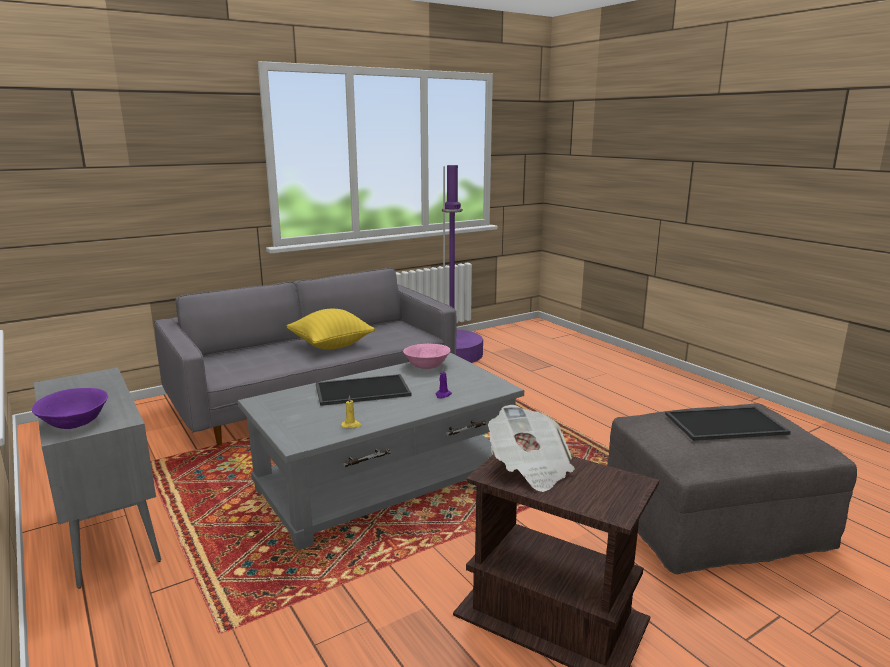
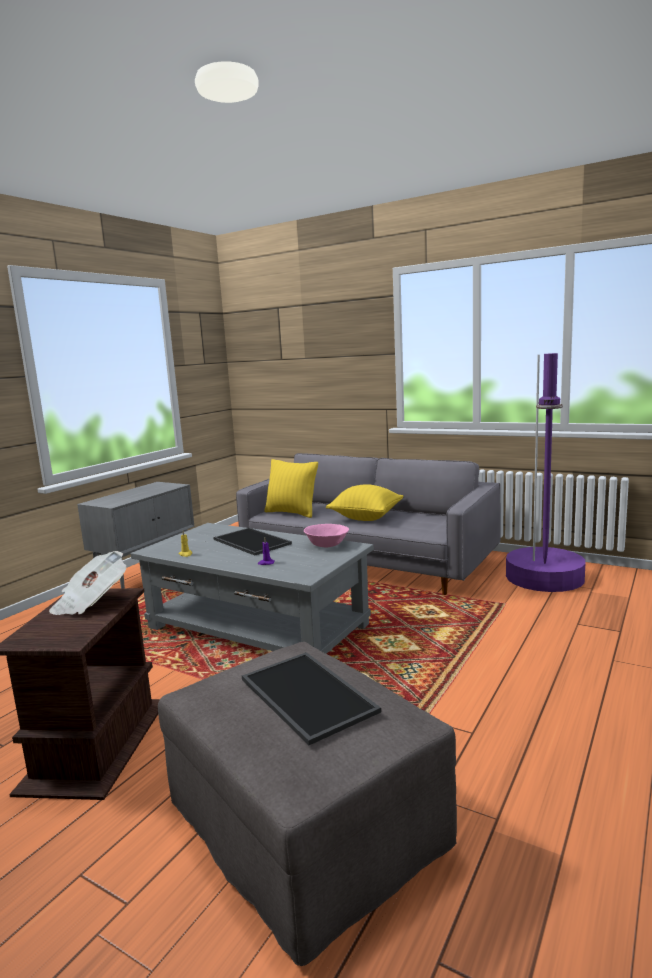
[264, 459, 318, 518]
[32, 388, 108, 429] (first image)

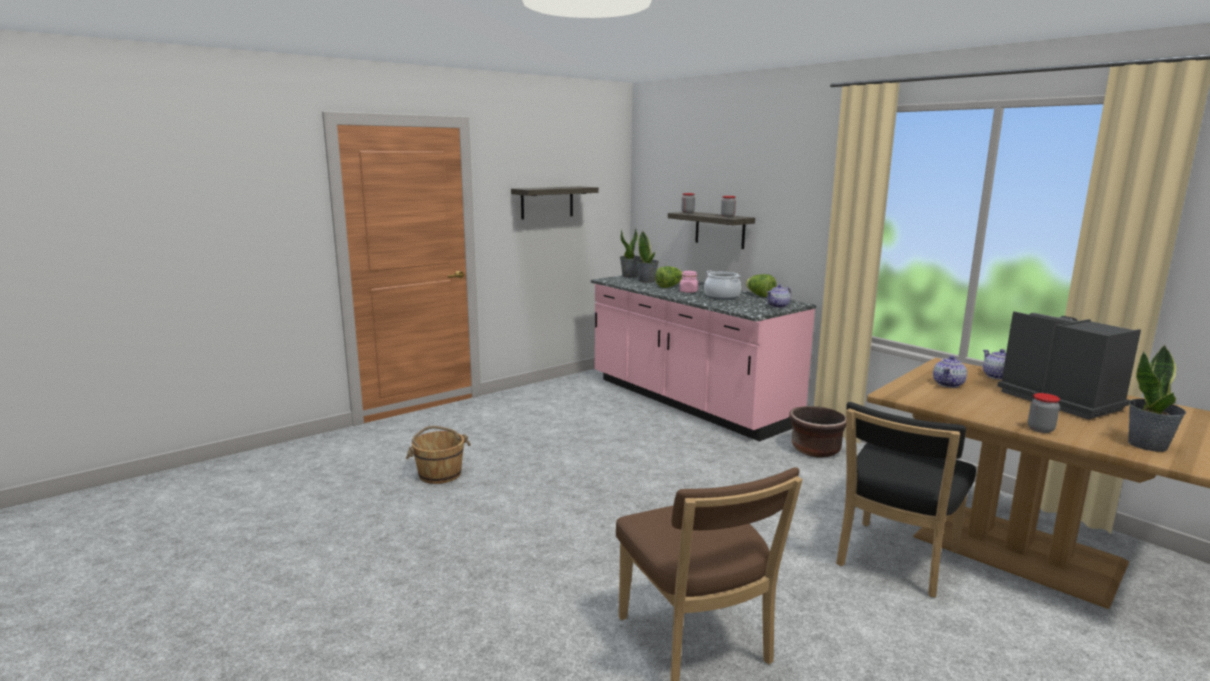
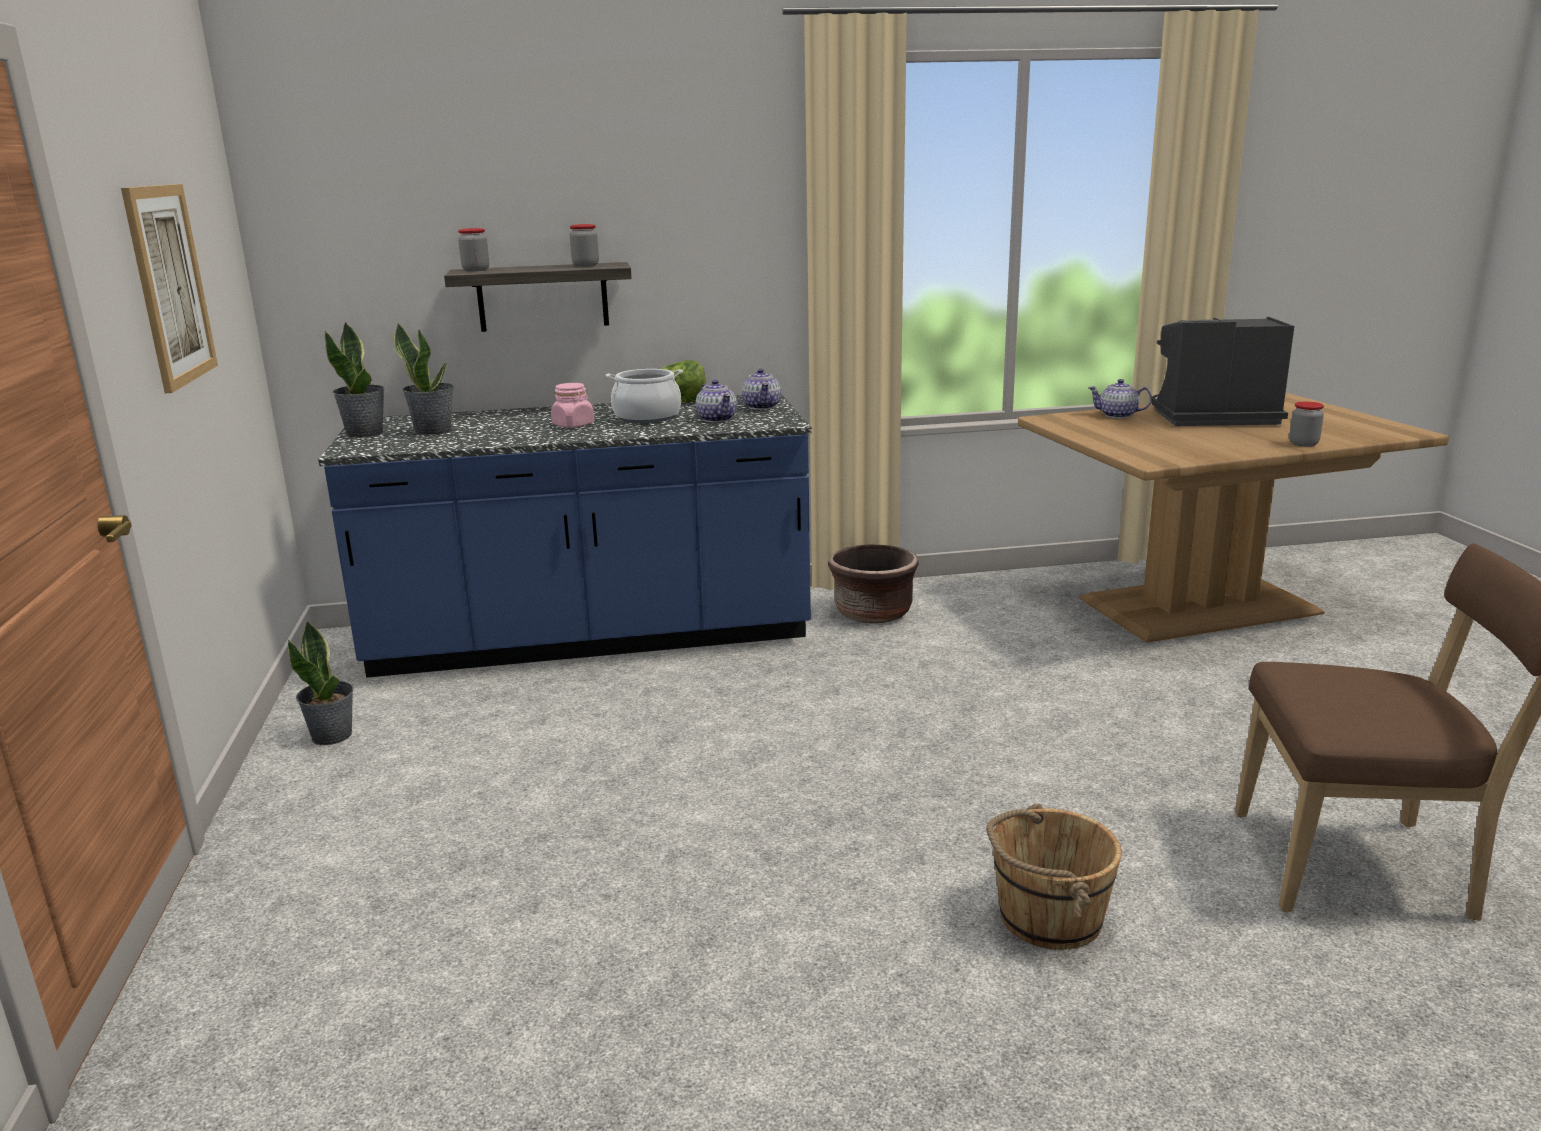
[121, 184, 218, 393]
[288, 620, 353, 745]
[318, 394, 812, 678]
[696, 380, 737, 423]
[986, 804, 1122, 950]
[655, 266, 683, 288] (first image)
[836, 402, 976, 598] (first image)

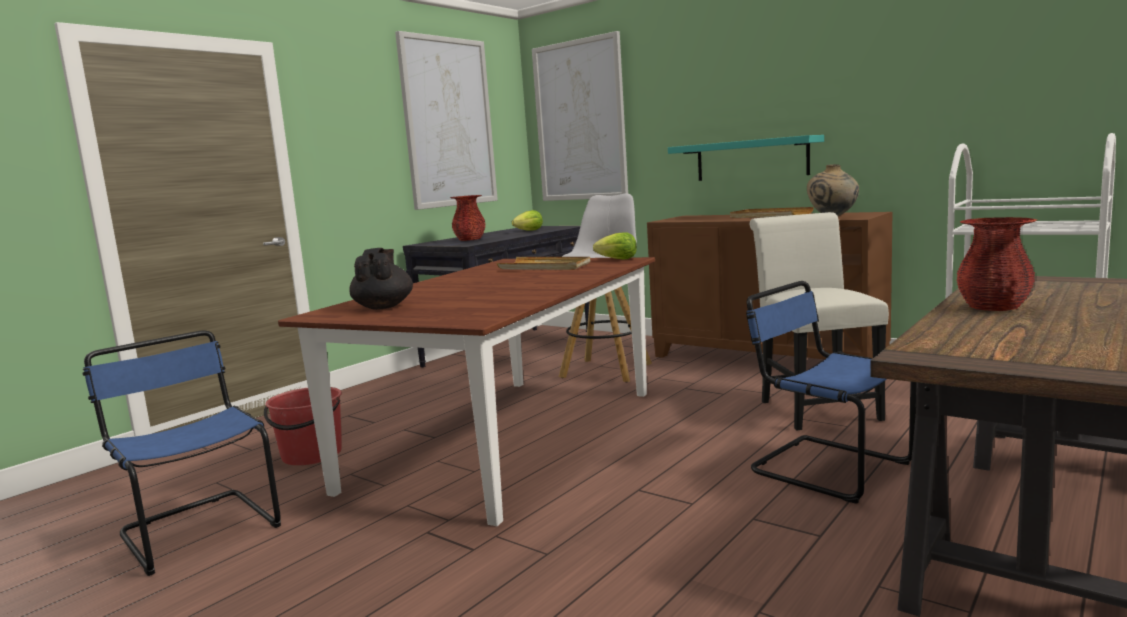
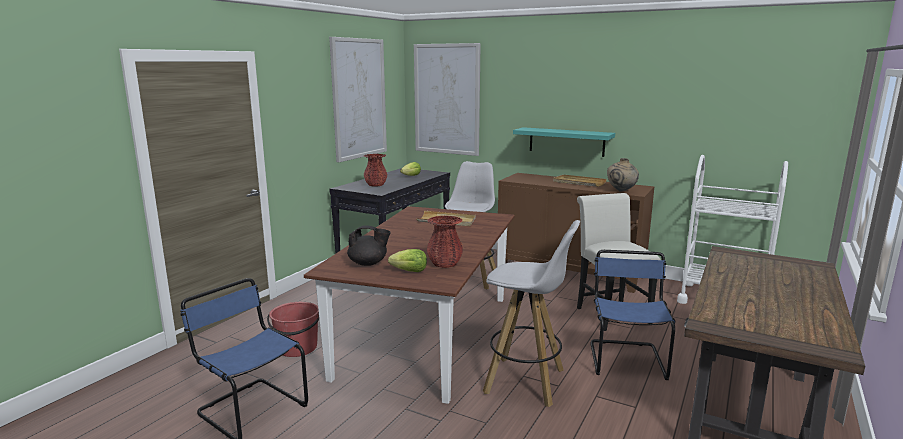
[347, 225, 391, 266]
[388, 249, 427, 272]
[427, 216, 463, 268]
[483, 220, 580, 407]
[590, 250, 675, 380]

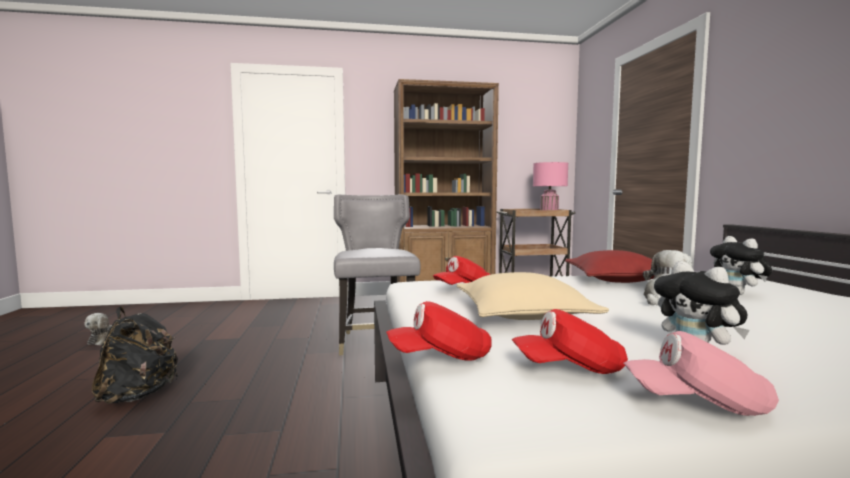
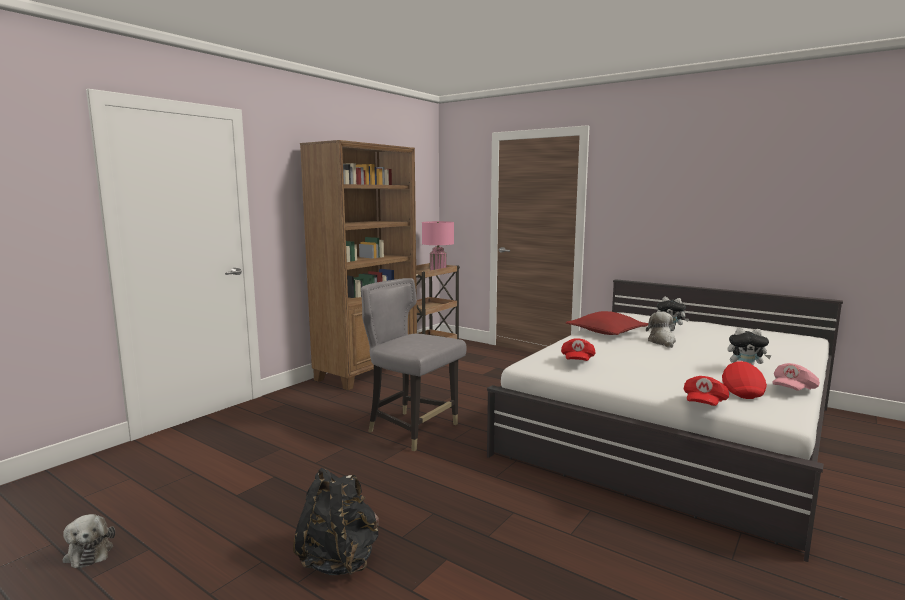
[722, 361, 767, 399]
[456, 272, 609, 320] (first image)

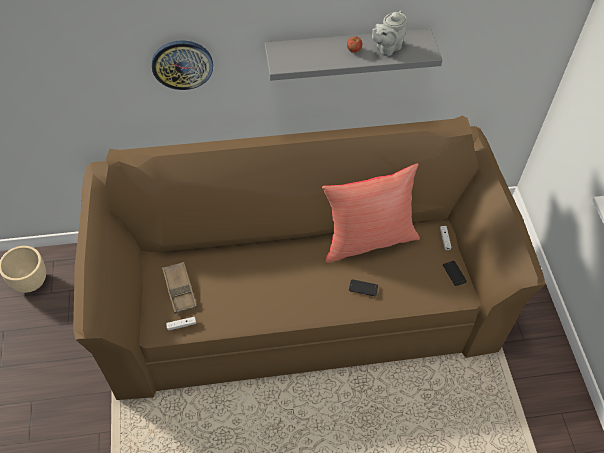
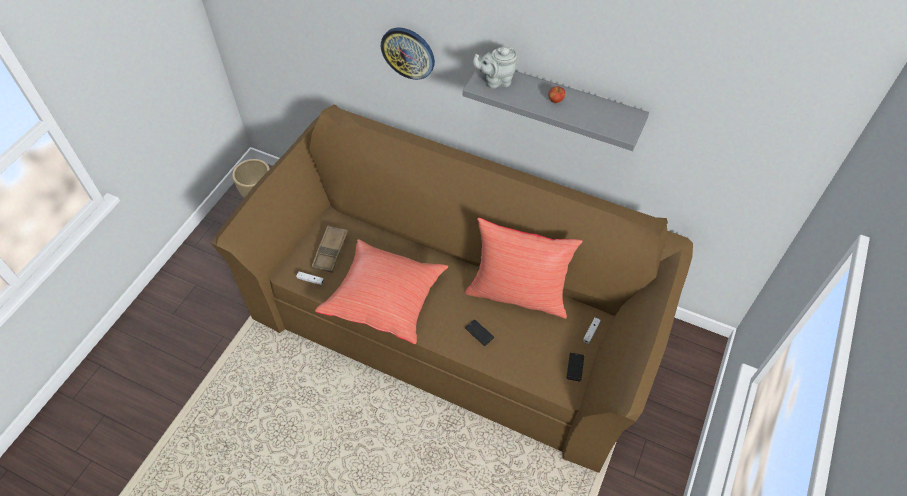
[315, 239, 448, 344]
[473, 46, 517, 88]

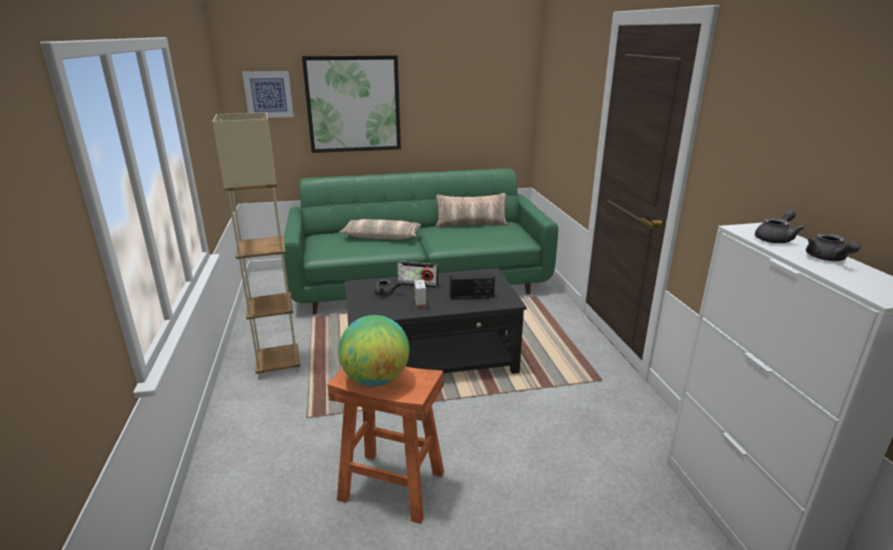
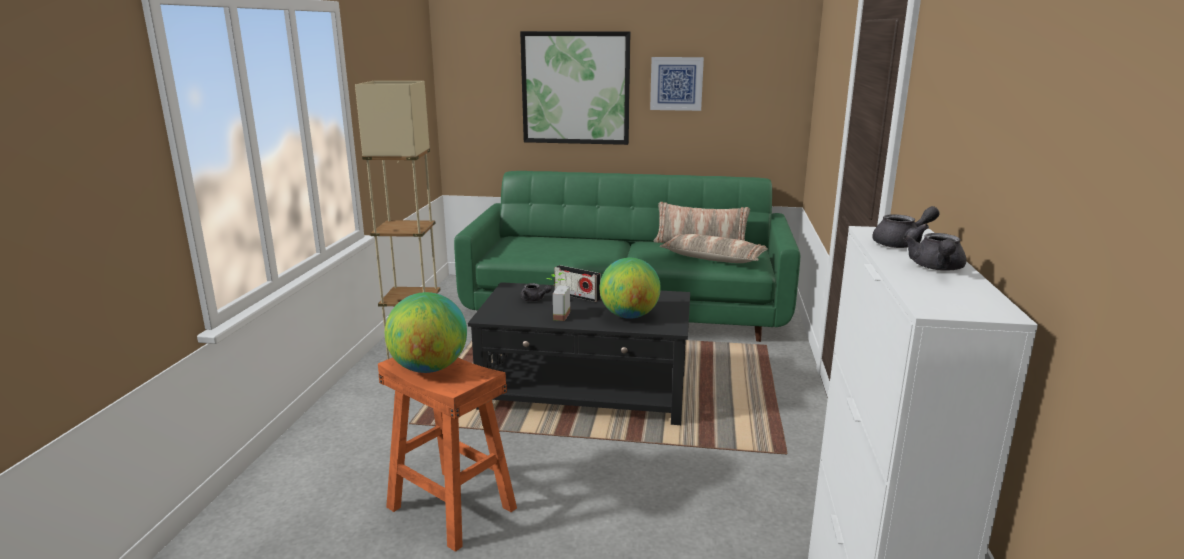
[600, 258, 661, 319]
[650, 57, 704, 111]
[660, 234, 768, 263]

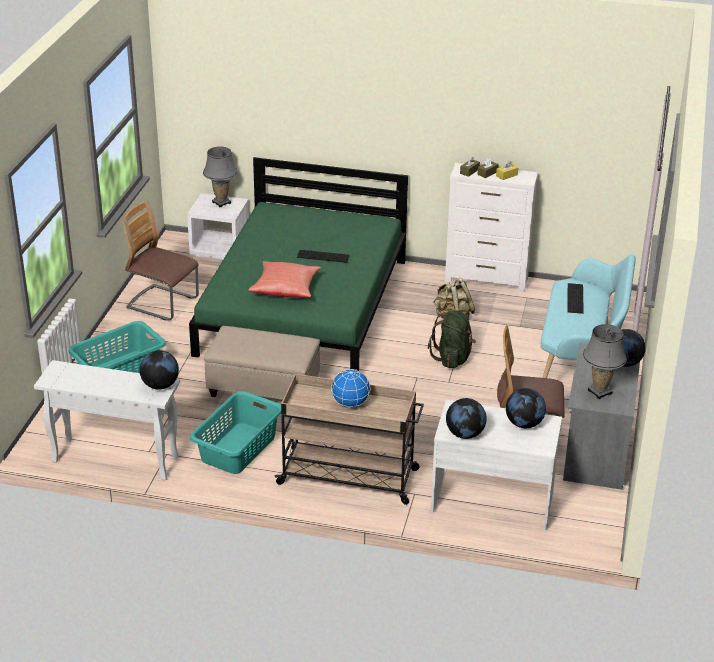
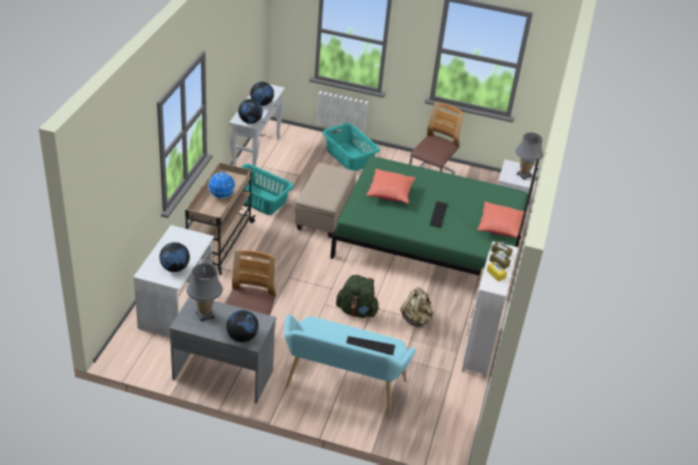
[250, 82, 274, 106]
[477, 201, 527, 240]

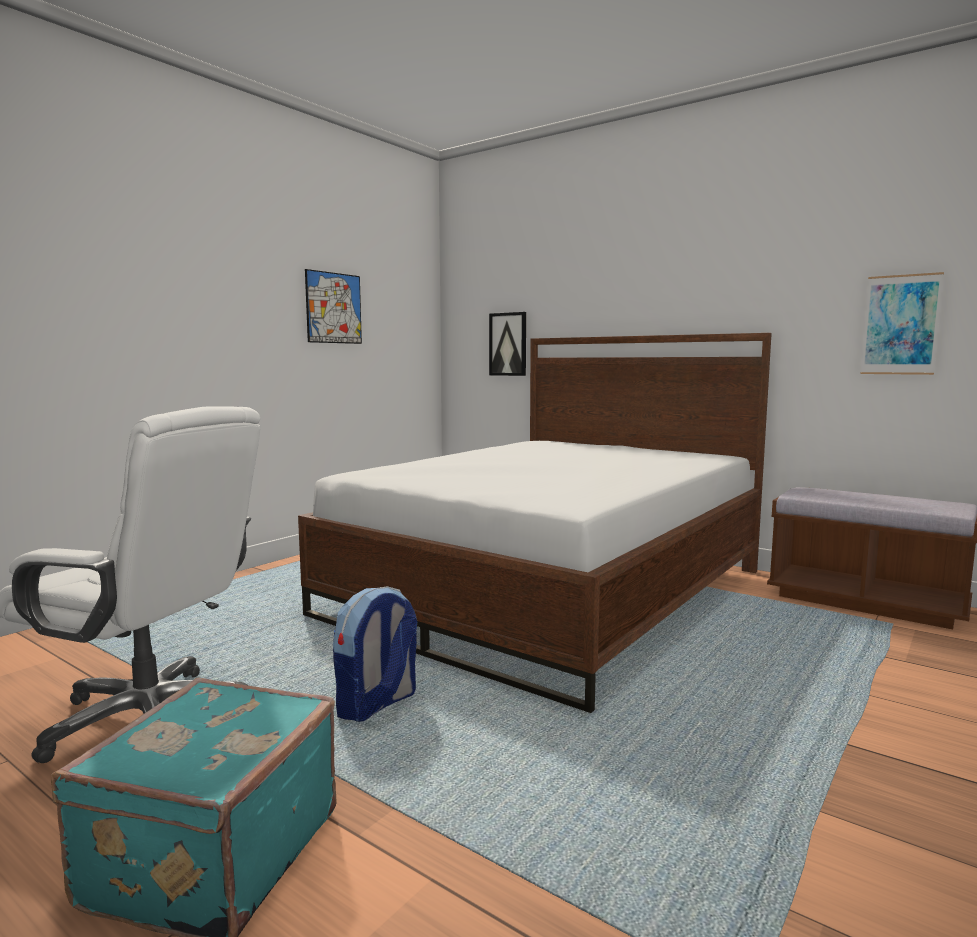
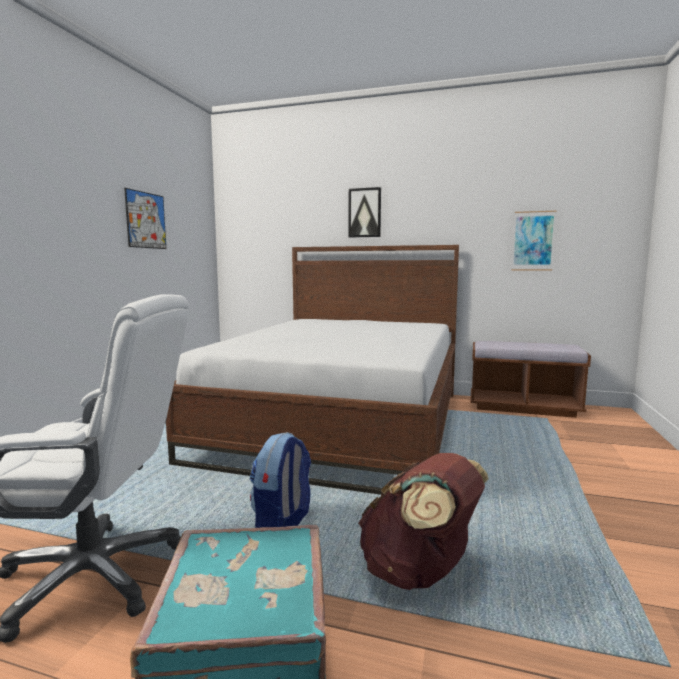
[348, 187, 381, 238]
[358, 453, 489, 590]

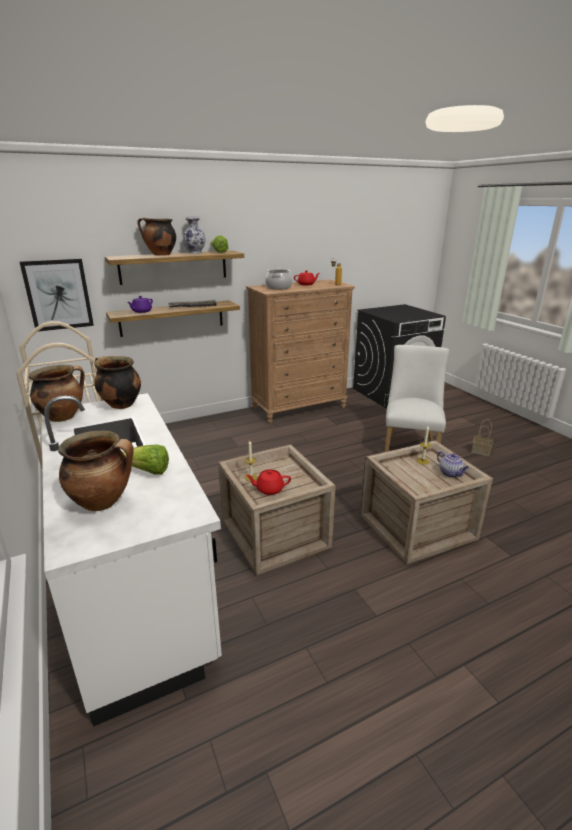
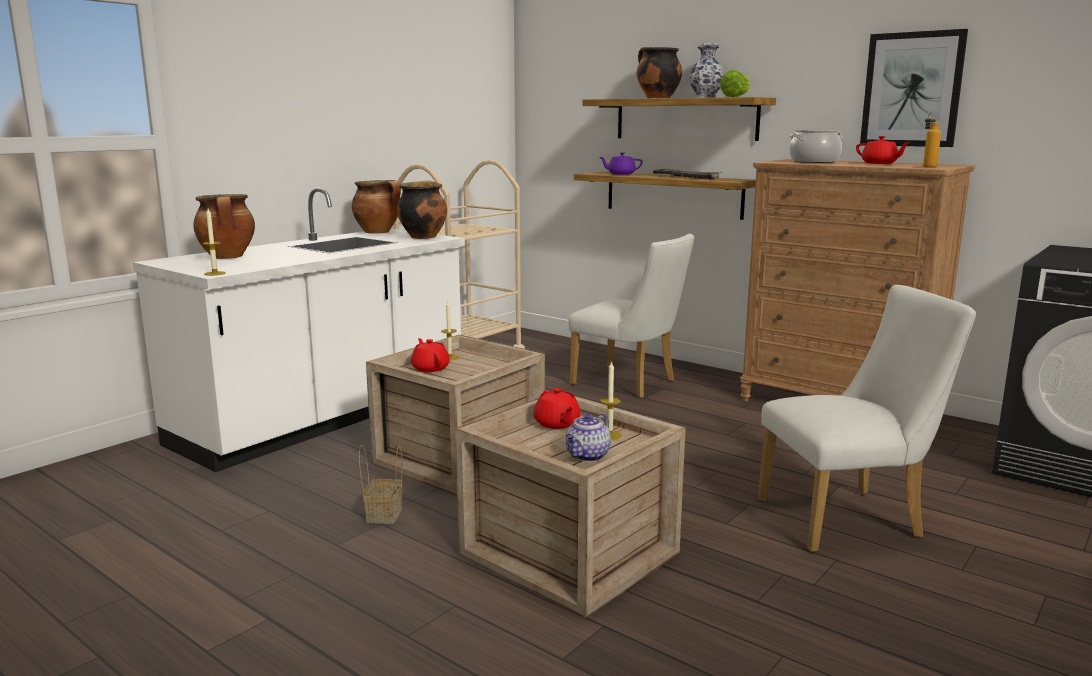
[202, 209, 226, 276]
[359, 445, 403, 524]
[534, 388, 580, 429]
[569, 233, 694, 398]
[860, 29, 968, 147]
[123, 444, 169, 475] (first image)

